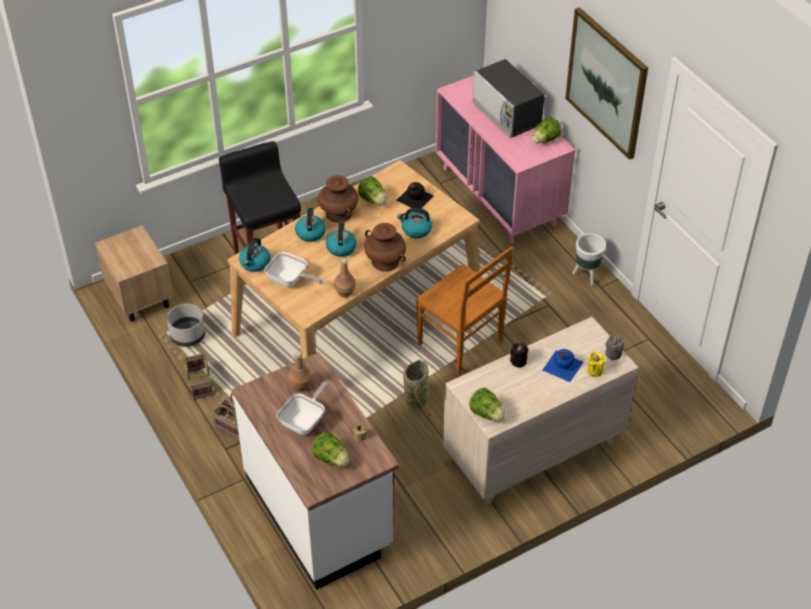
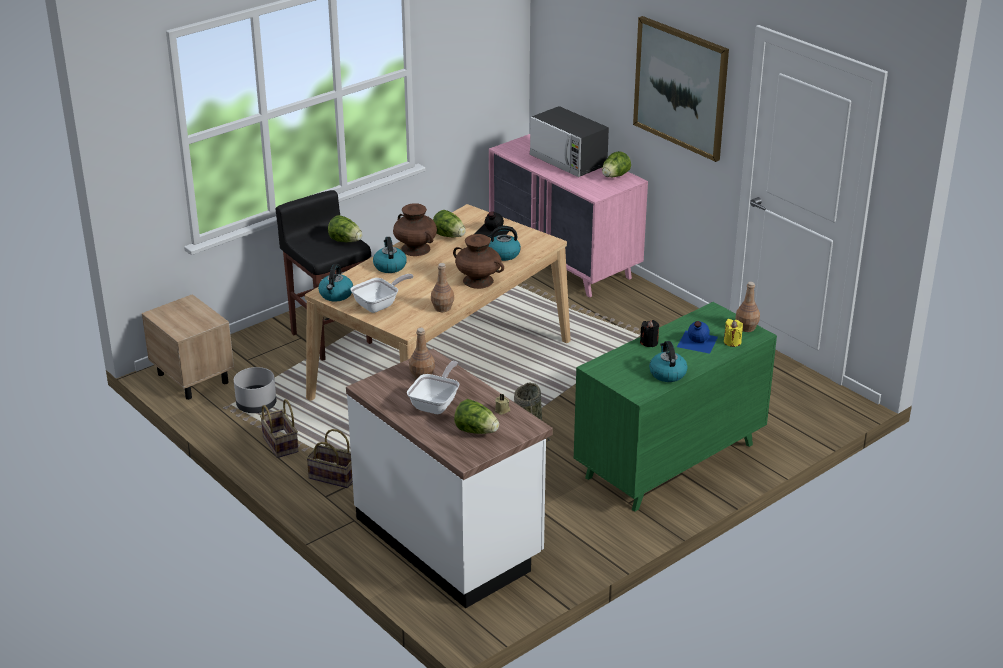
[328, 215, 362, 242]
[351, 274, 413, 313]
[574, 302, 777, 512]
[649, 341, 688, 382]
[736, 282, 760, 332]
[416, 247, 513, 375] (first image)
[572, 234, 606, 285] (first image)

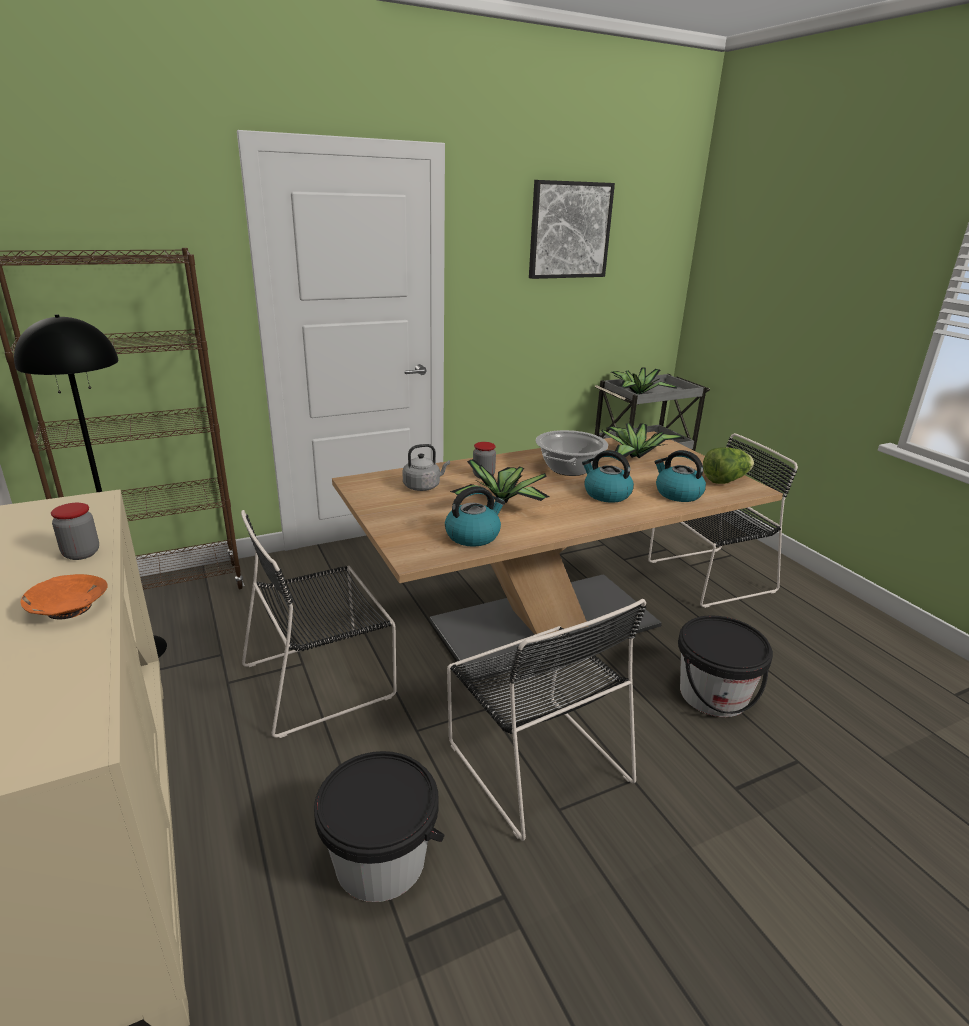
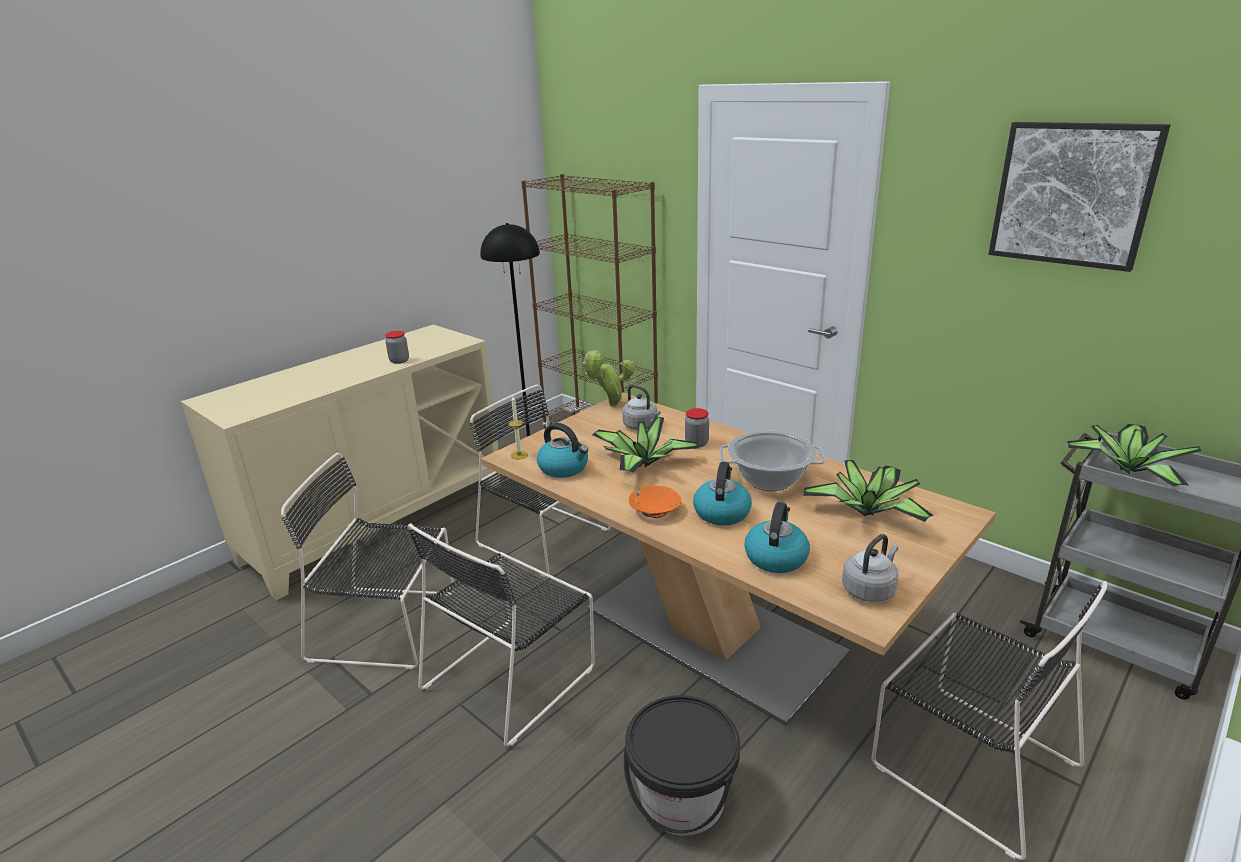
[281, 453, 455, 670]
[508, 396, 528, 459]
[583, 350, 635, 407]
[629, 486, 681, 518]
[842, 534, 898, 602]

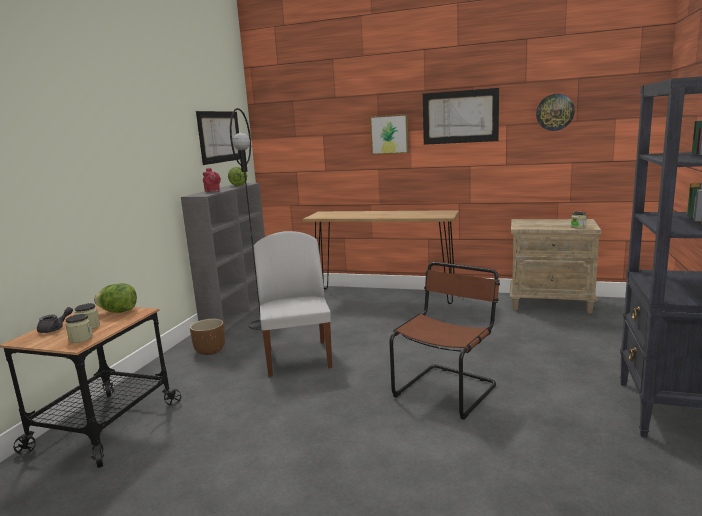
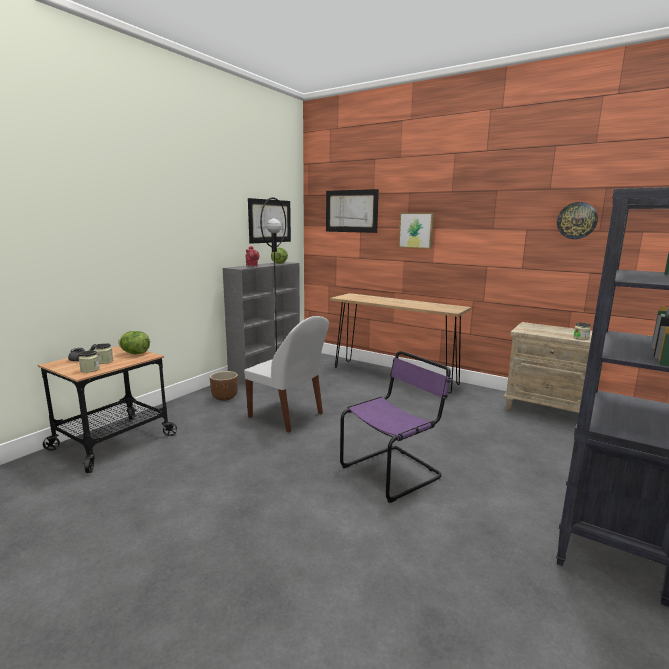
[244, 316, 329, 432]
[326, 189, 379, 233]
[340, 351, 451, 503]

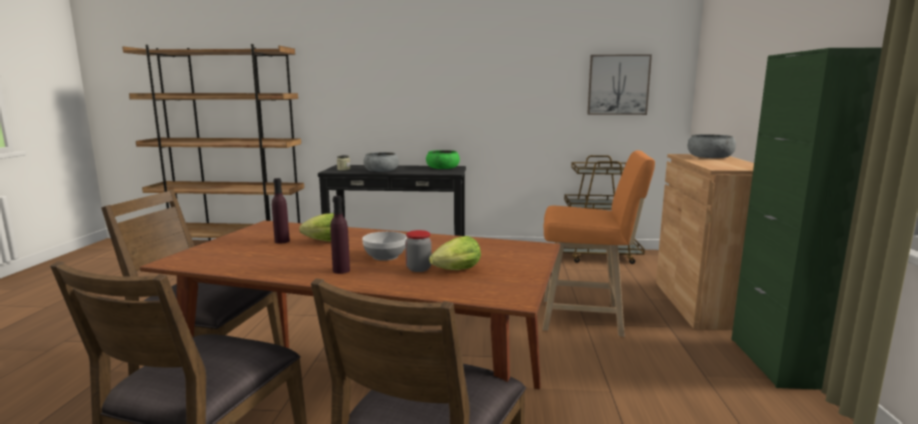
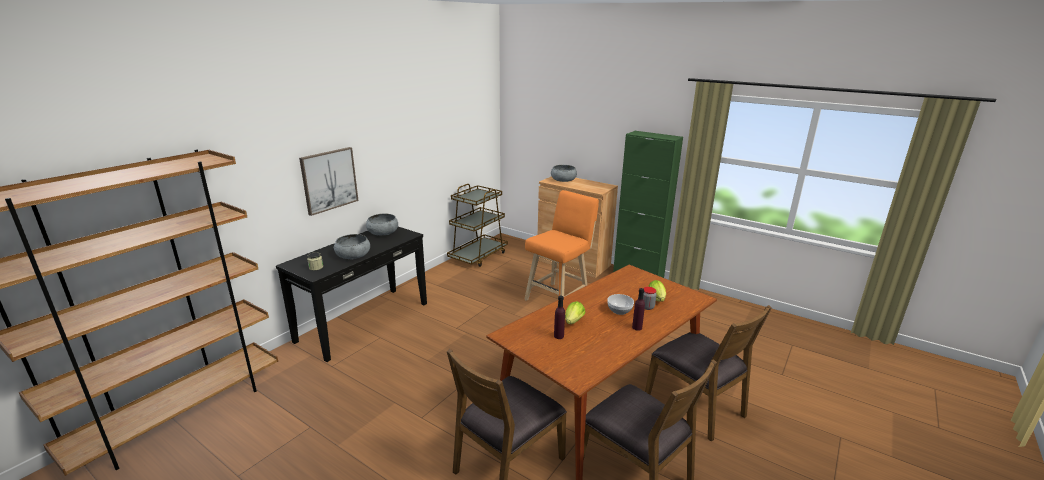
[299, 147, 359, 216]
[366, 214, 398, 235]

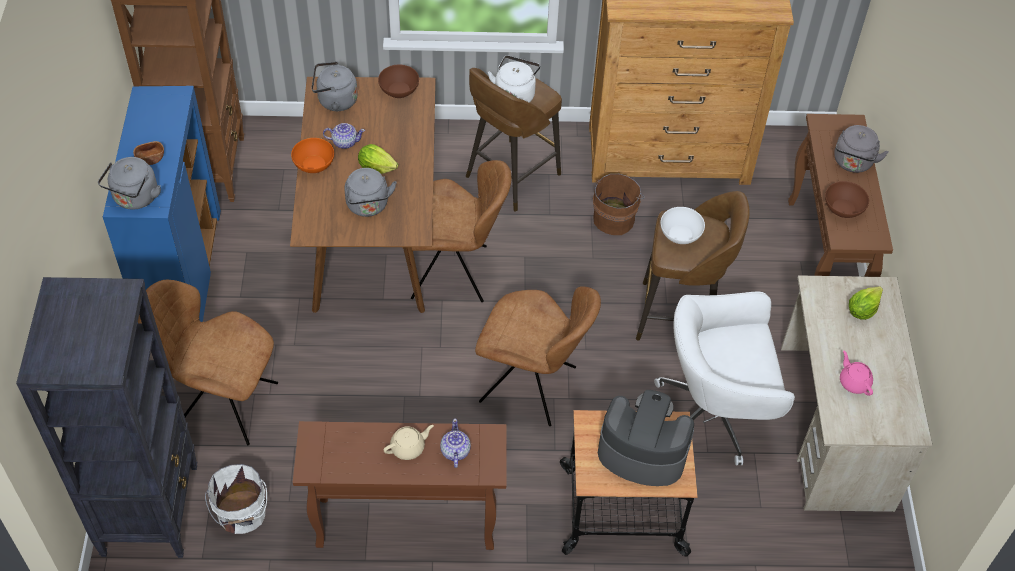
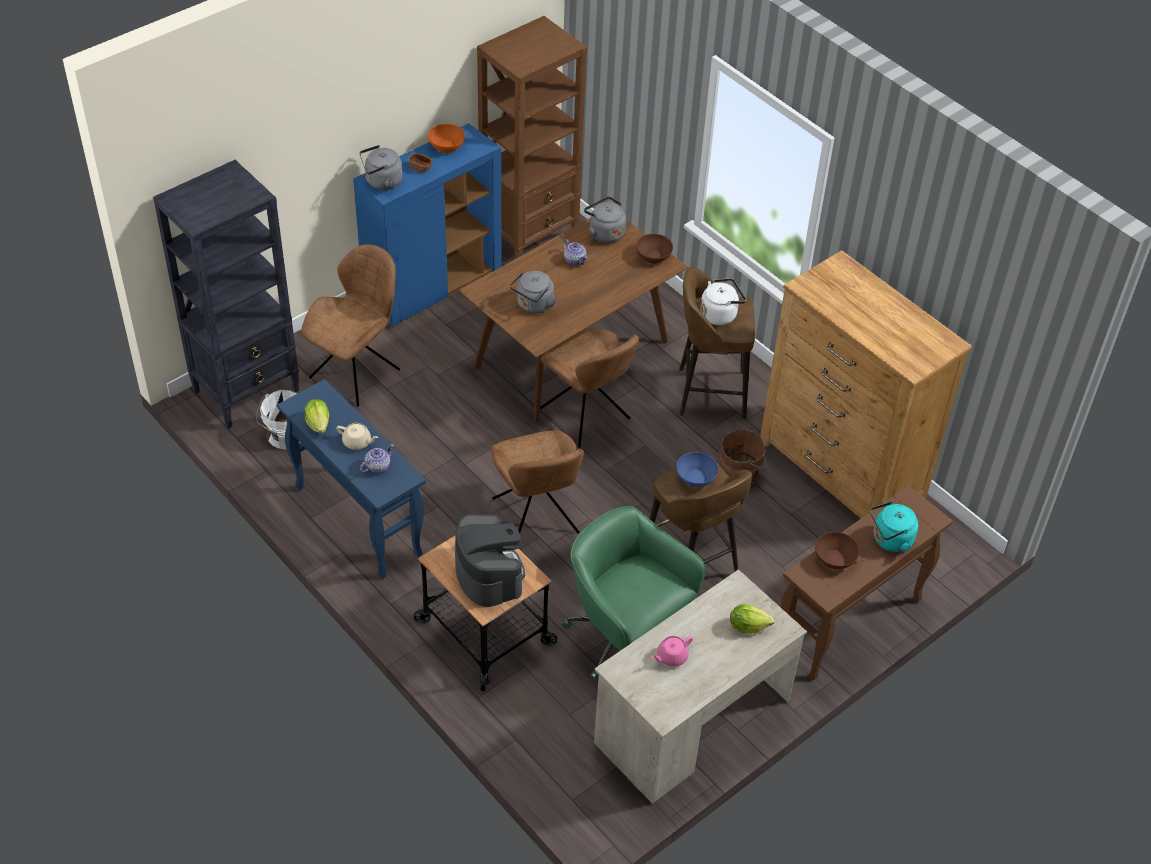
[277, 379, 426, 579]
[301, 244, 400, 406]
[305, 399, 329, 434]
[428, 124, 465, 153]
[561, 506, 705, 681]
[652, 636, 693, 667]
[676, 452, 718, 487]
[870, 501, 918, 552]

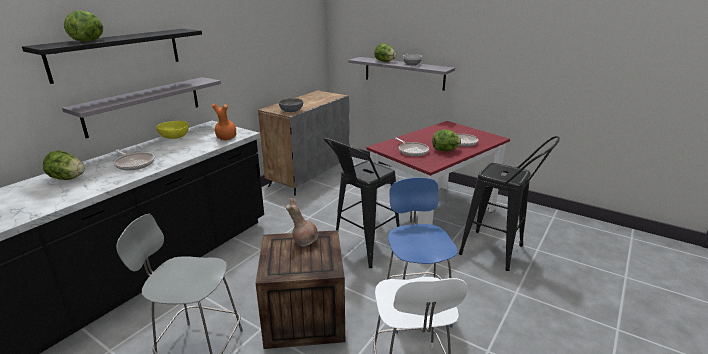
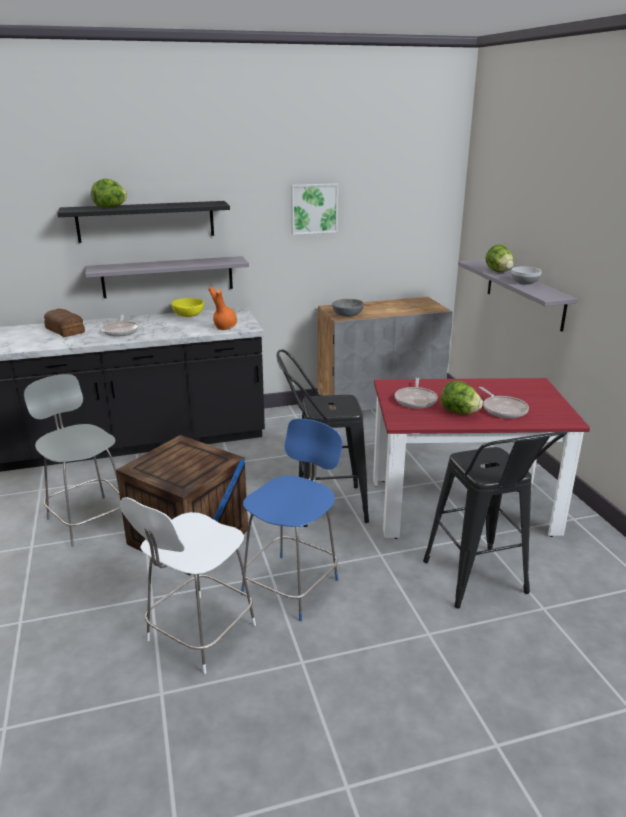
[44, 309, 85, 337]
[291, 183, 338, 235]
[286, 198, 318, 247] (first image)

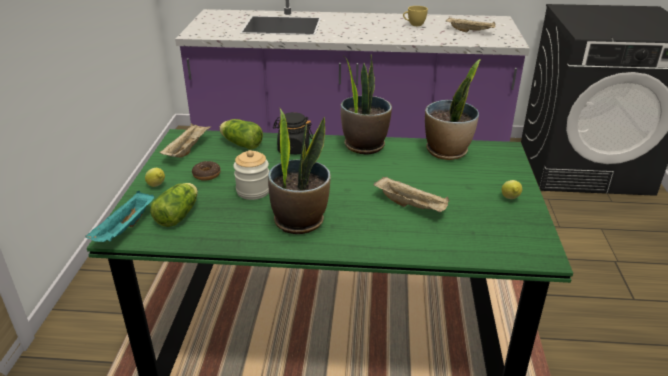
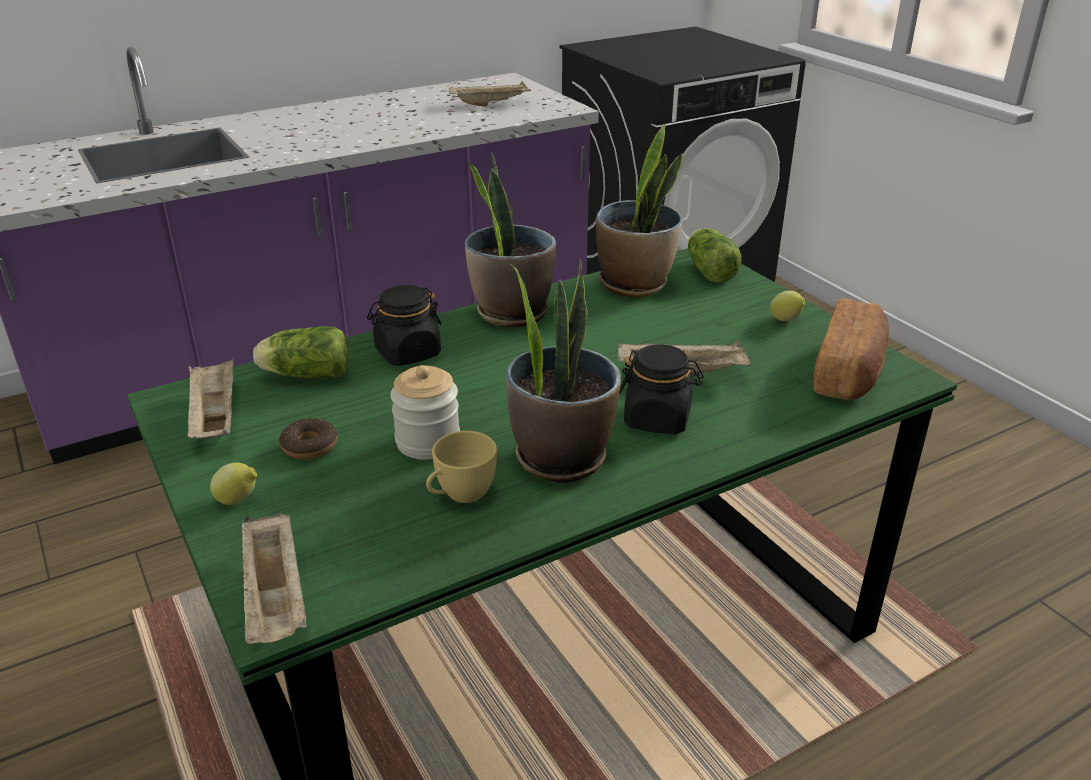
[242, 513, 306, 644]
[426, 431, 497, 503]
[619, 344, 704, 434]
[688, 228, 742, 283]
[813, 298, 889, 400]

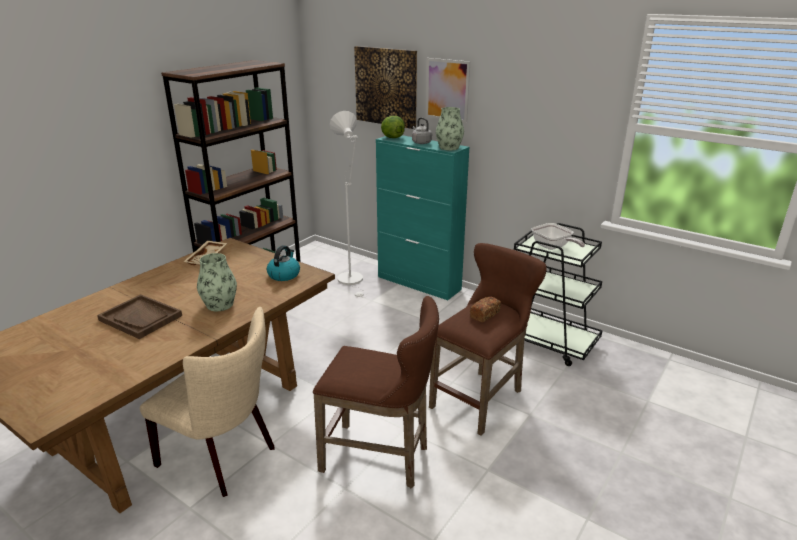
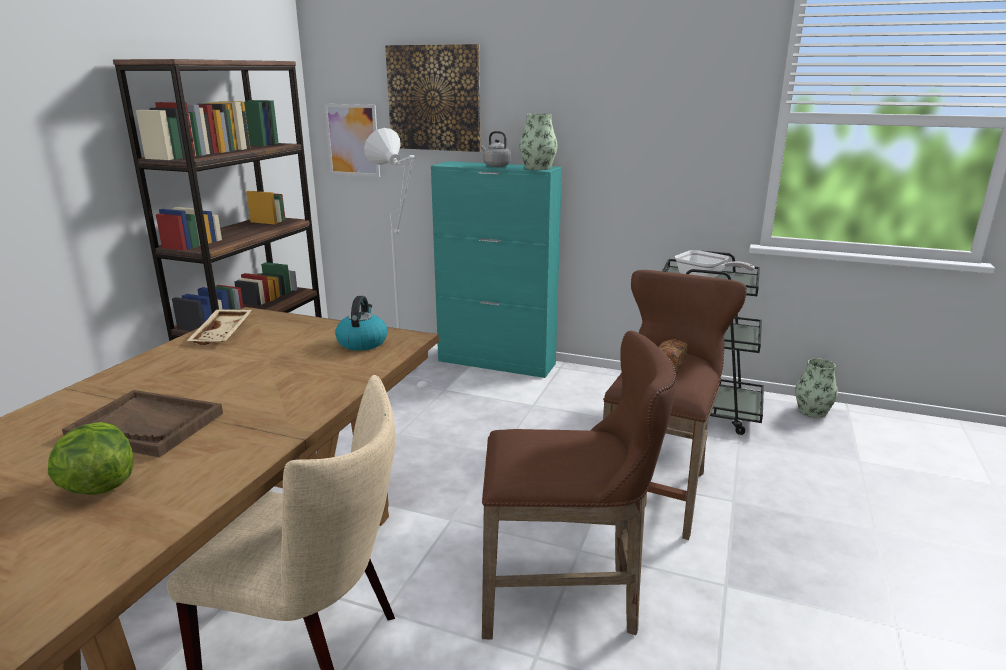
[48, 422, 134, 495]
[324, 104, 380, 177]
[795, 358, 838, 418]

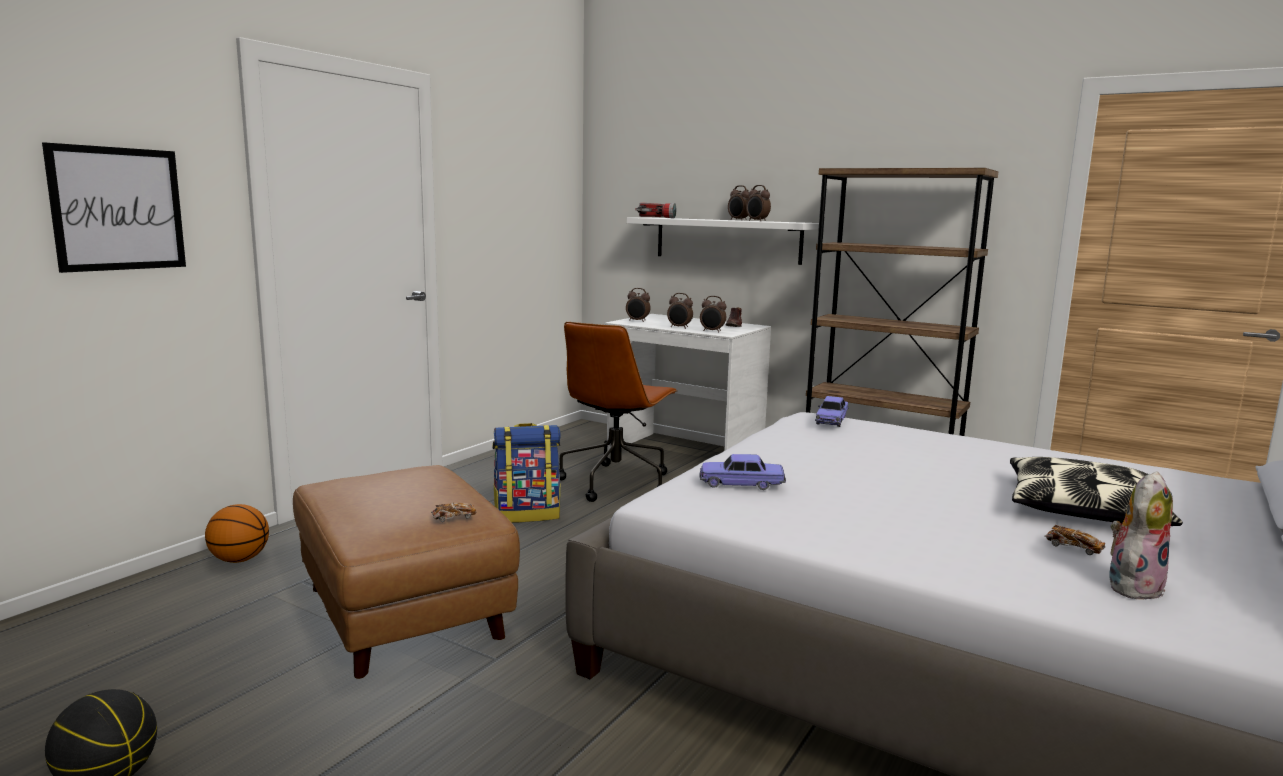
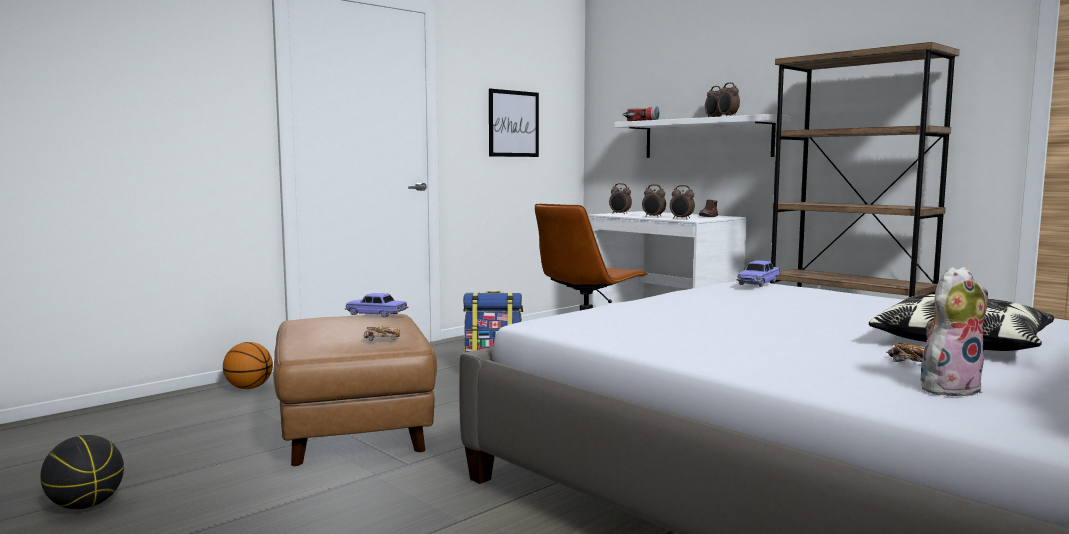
[345, 293, 409, 317]
[489, 89, 539, 157]

